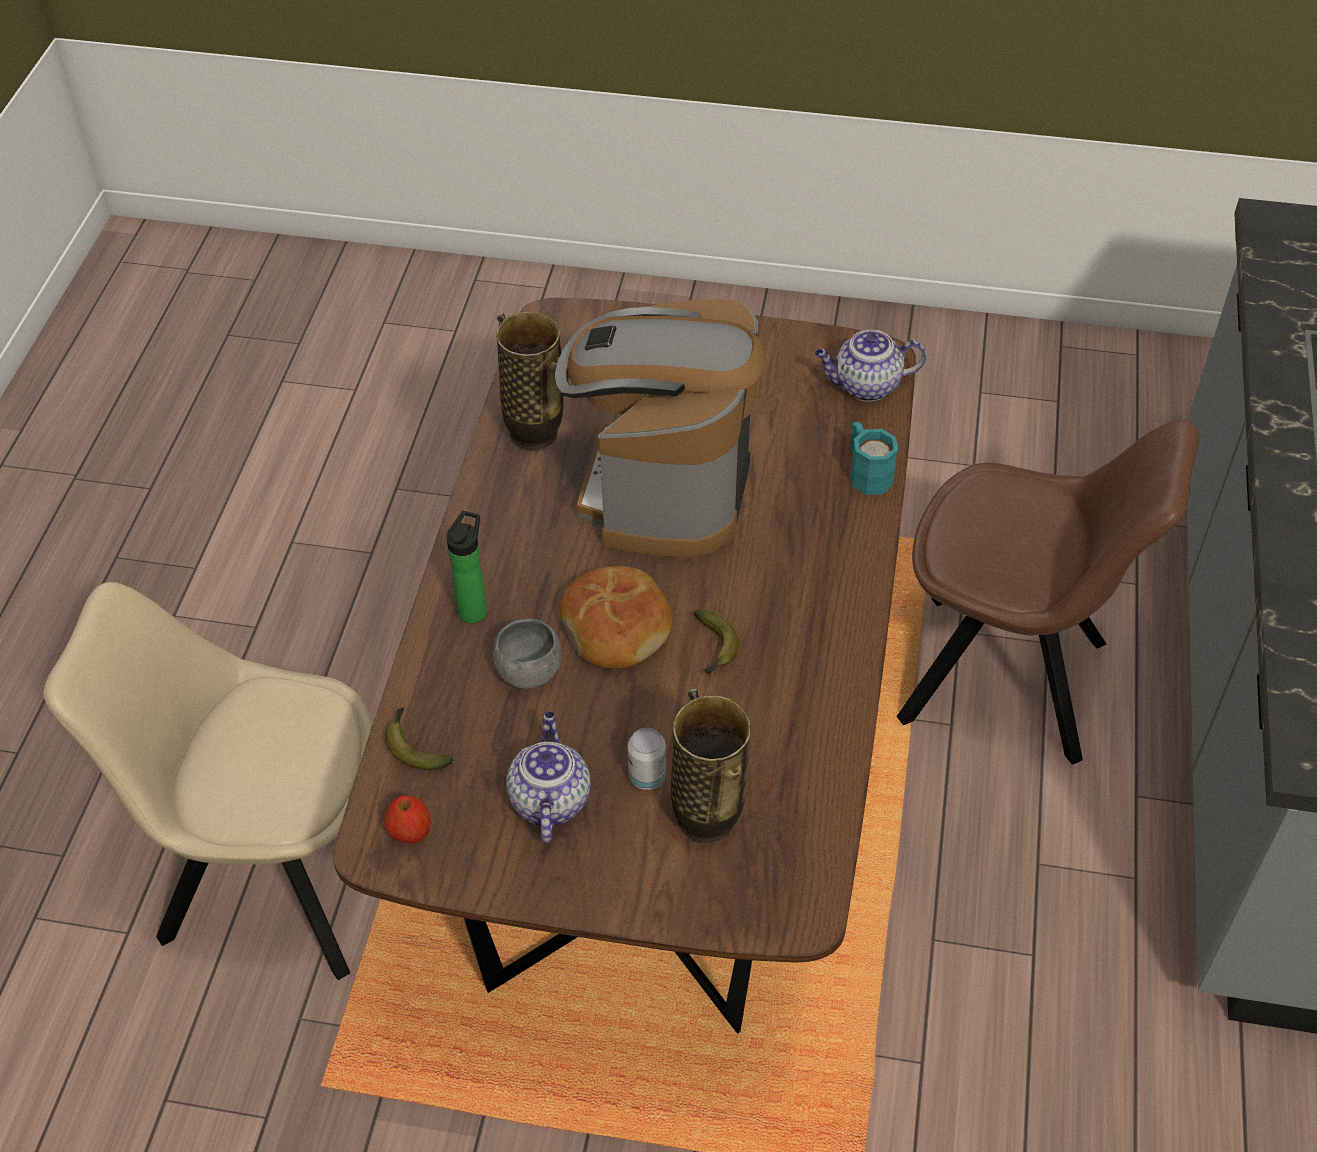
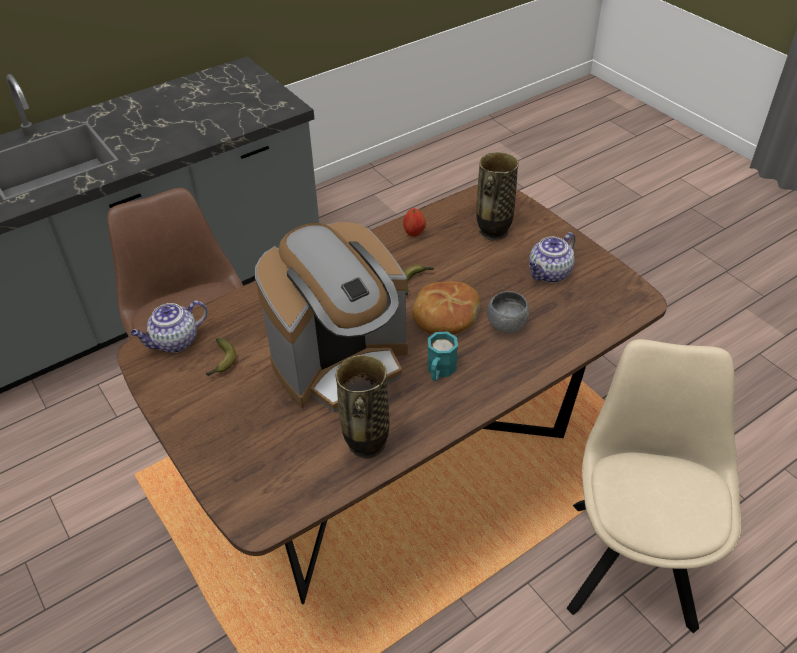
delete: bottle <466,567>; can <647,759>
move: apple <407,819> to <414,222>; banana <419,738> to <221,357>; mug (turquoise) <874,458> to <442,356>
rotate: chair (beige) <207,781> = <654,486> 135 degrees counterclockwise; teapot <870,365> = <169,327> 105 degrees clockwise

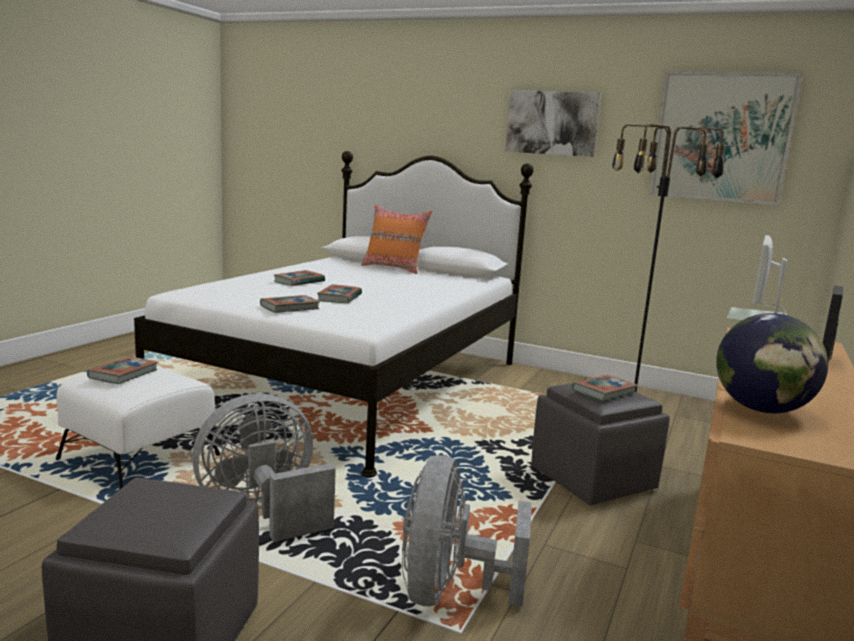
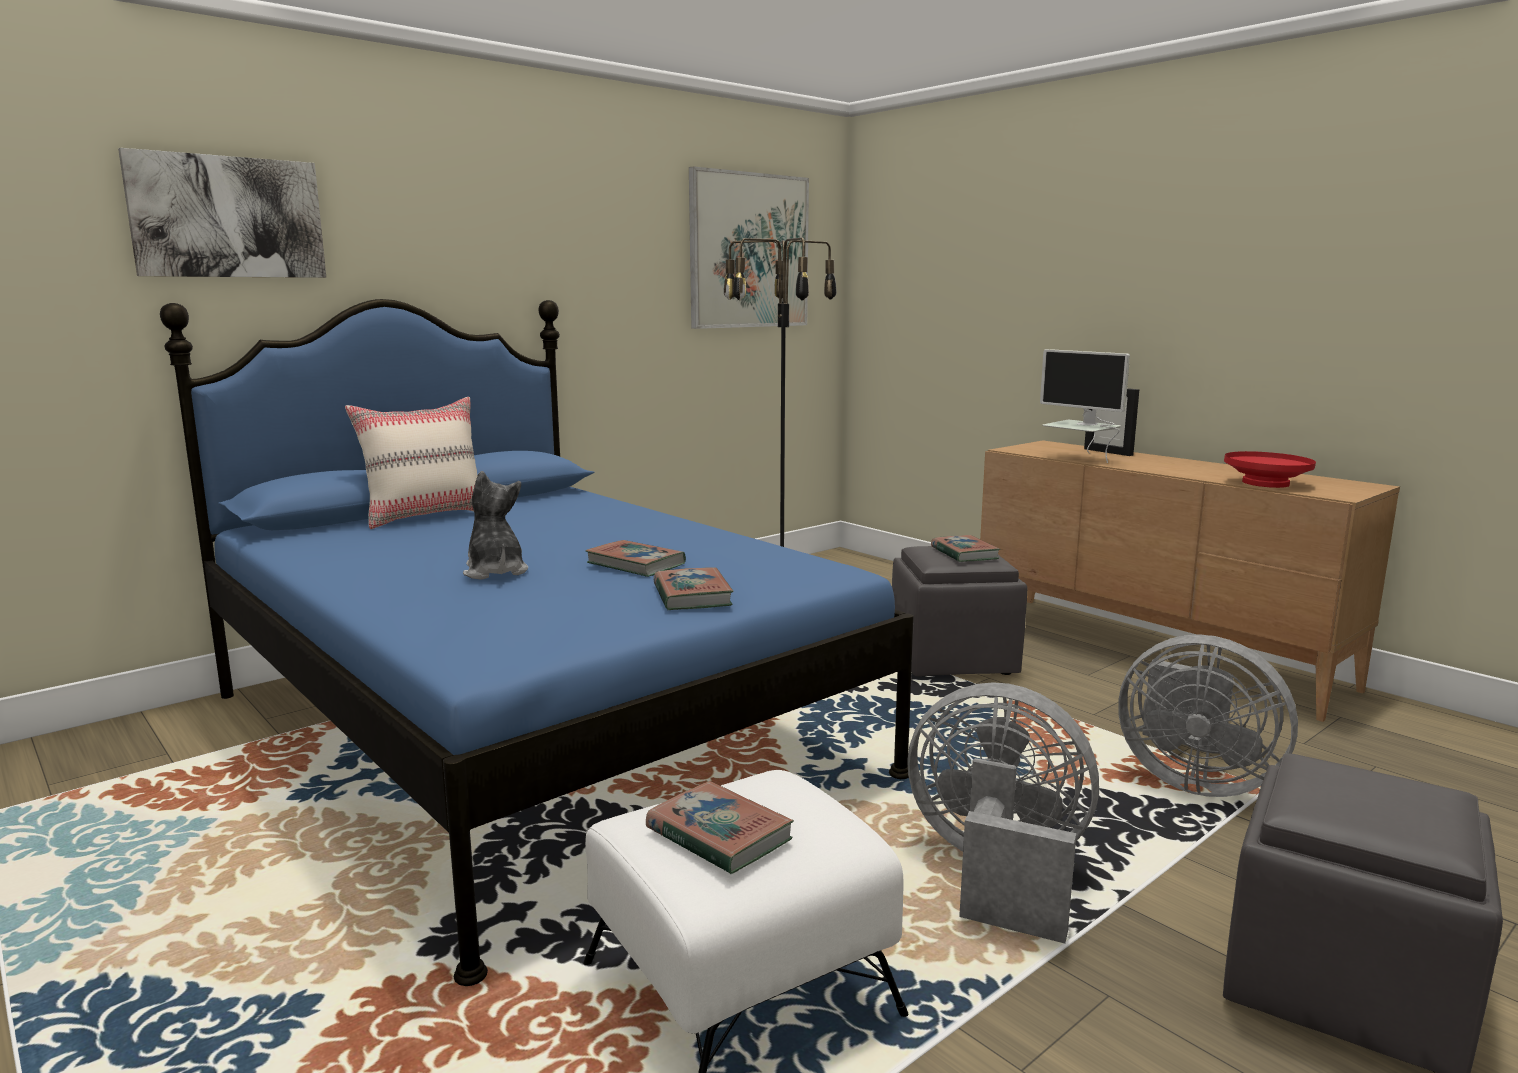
move: picture <553,124> to <222,213>
replace: book <299,278> to plush toy <495,525>; globe <772,363> to bowl (red) <1270,469>
recolor: bed (white) <334,314> to bed (blue) <537,642>; pillow (orange) <396,239> to pillow (beige) <411,463>
rotate: fan (grey) <264,467> = <1003,812> 120 degrees clockwise

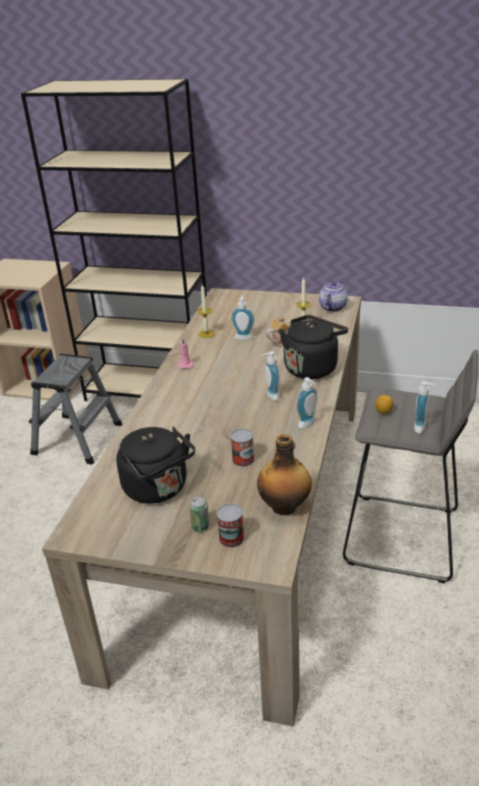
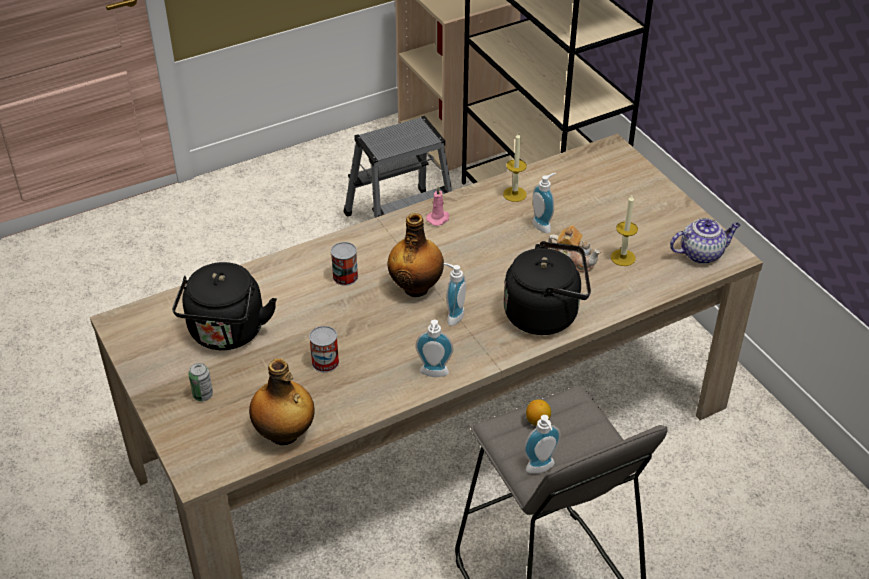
insert: bottle <415,255>
move: can <230,525> to <344,264>

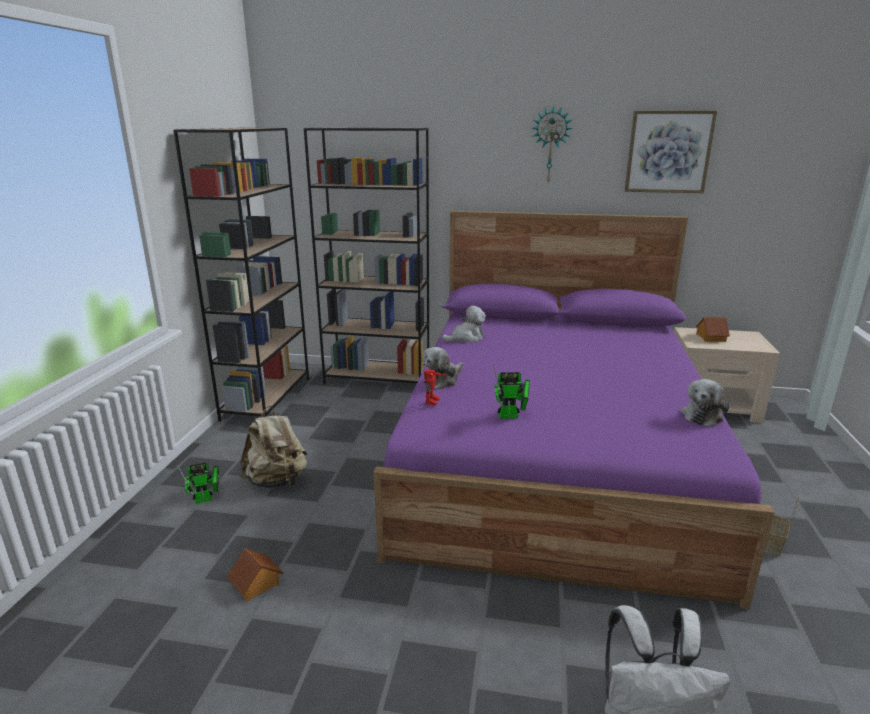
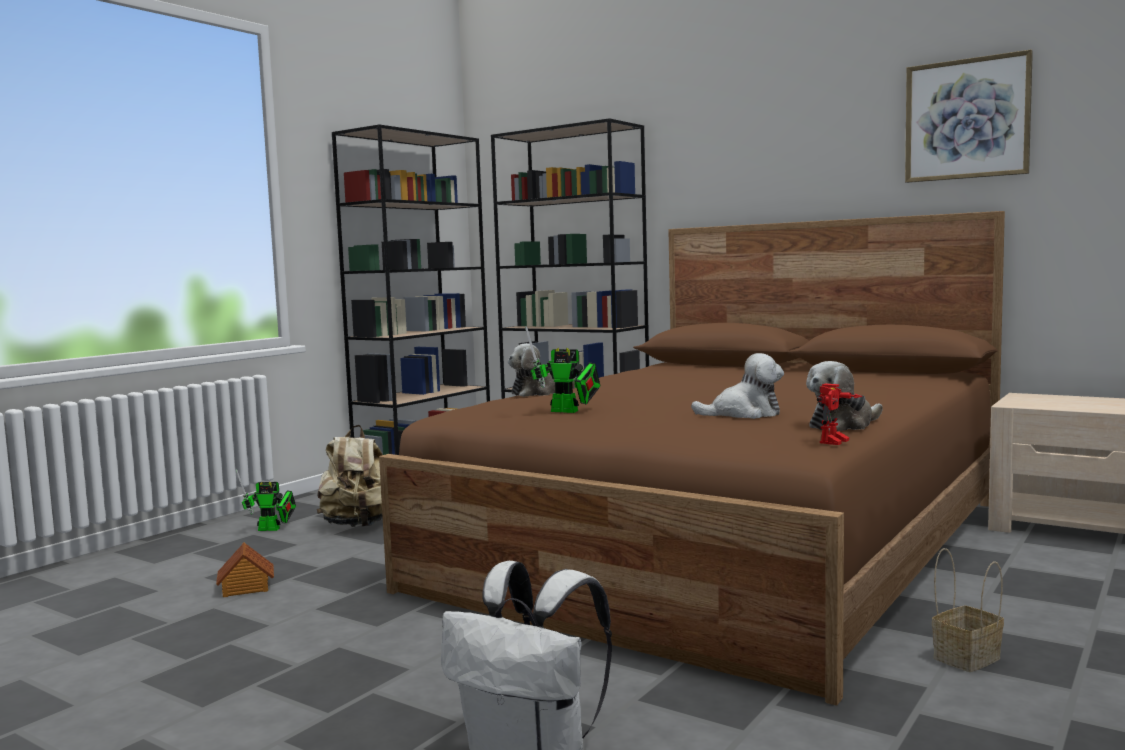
delete: wall clock <552,144>; toy house <713,329>
move: toy robot <435,388> to <840,414>; plush toy <464,324> to <737,386>
recolor: bed (purple) <574,410> to bed (brown) <692,458>

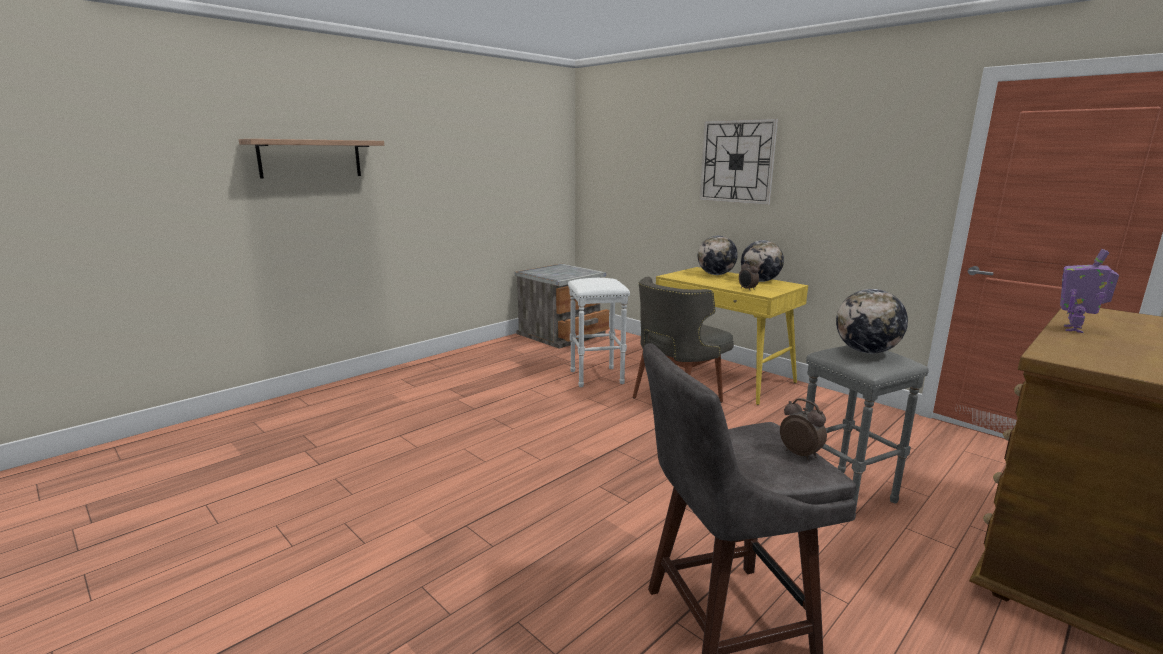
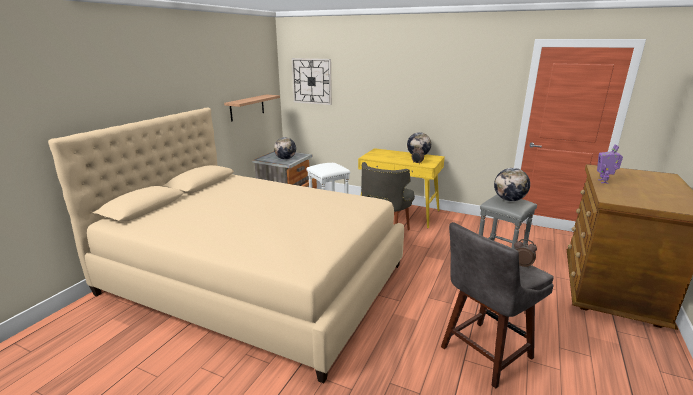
insert: bed (beige) <226,245>
move: shelf <311,159> to <252,108>; globe <718,255> to <285,148>; wall clock <738,162> to <311,81>

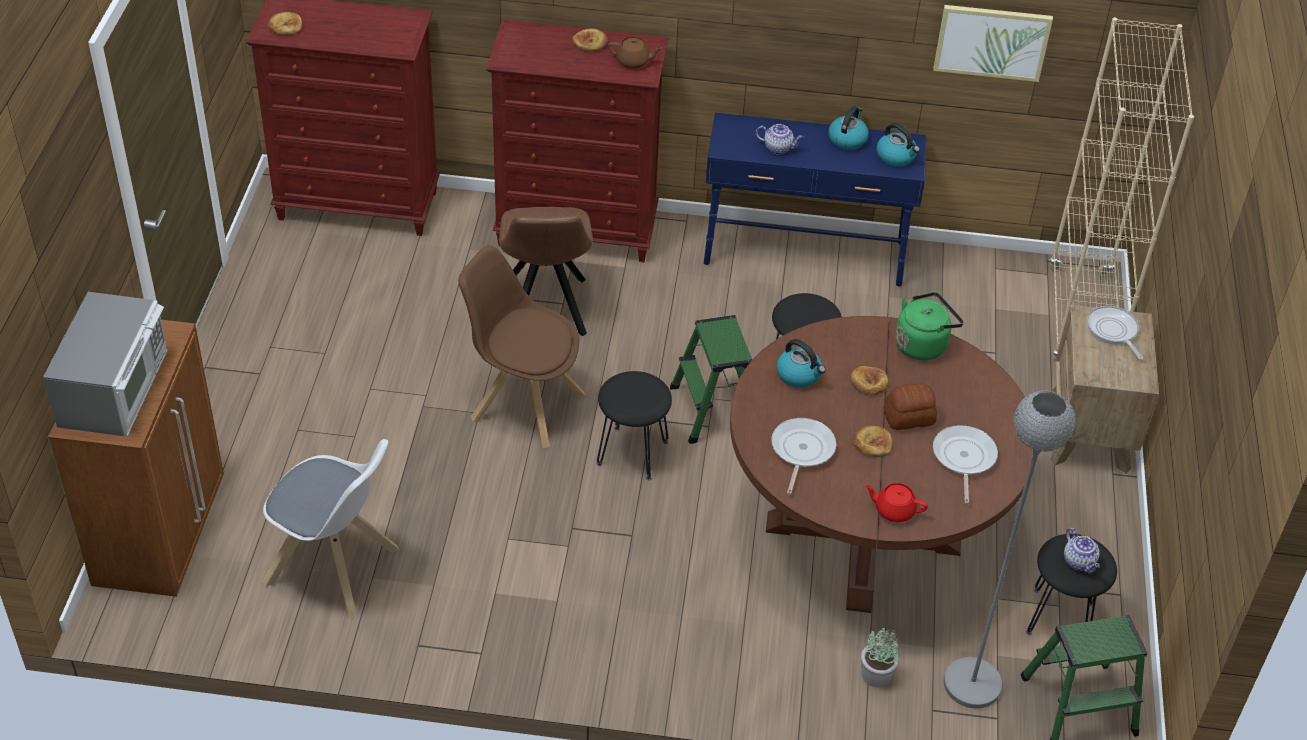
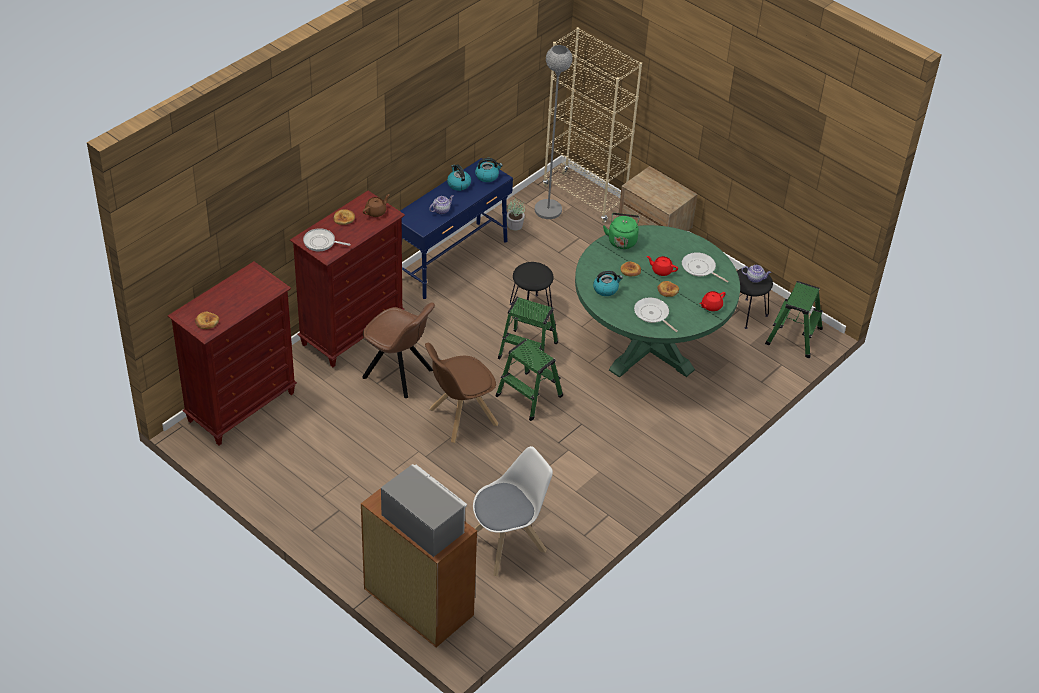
delete: picture <993,43>
move: potted plant <880,657> to <516,215>; floor lamp (grey) <1010,549> to <553,132>; frying pan <1115,333> to <327,239>
replace: stool (black) <634,425> to step ladder (green) <529,380>; bread <910,406> to teapot (red) <662,266>
recolor: dining table (brown) <881,464> to dining table (green) <657,301>

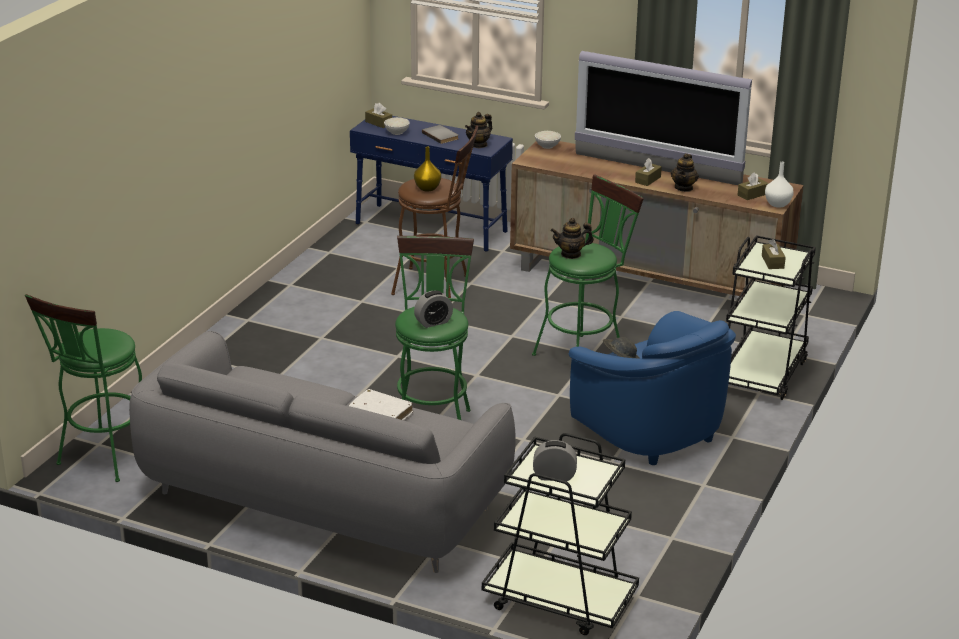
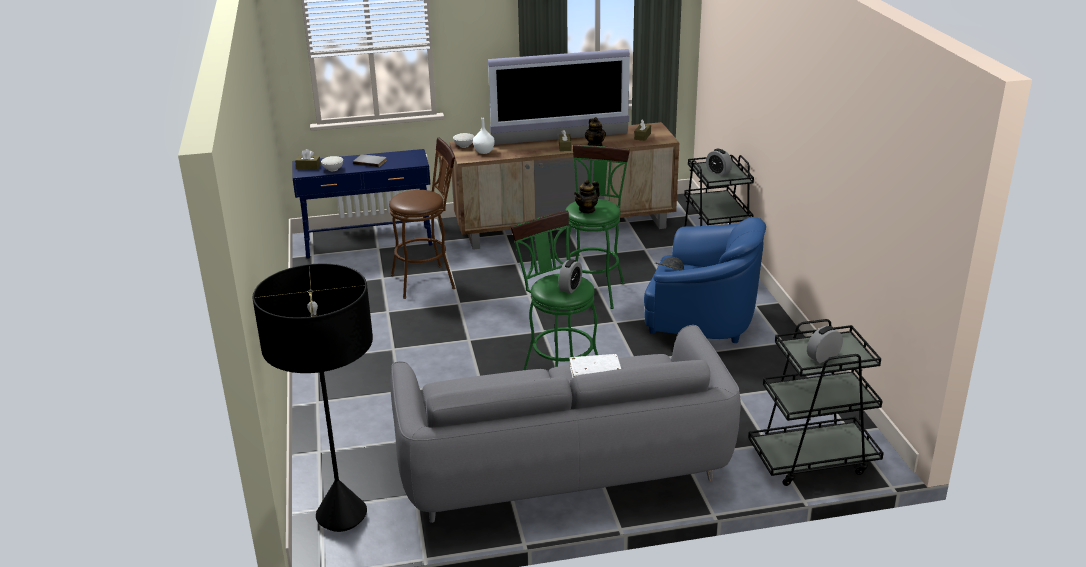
delete: vase (yellow) <427,169>; teapot <478,130>
move: vase (white) <779,185> to <484,136>
replace: stool (green) <83,388> to floor lamp (black) <313,398>; tissue box (brown) <774,254> to alarm clock <719,162>

